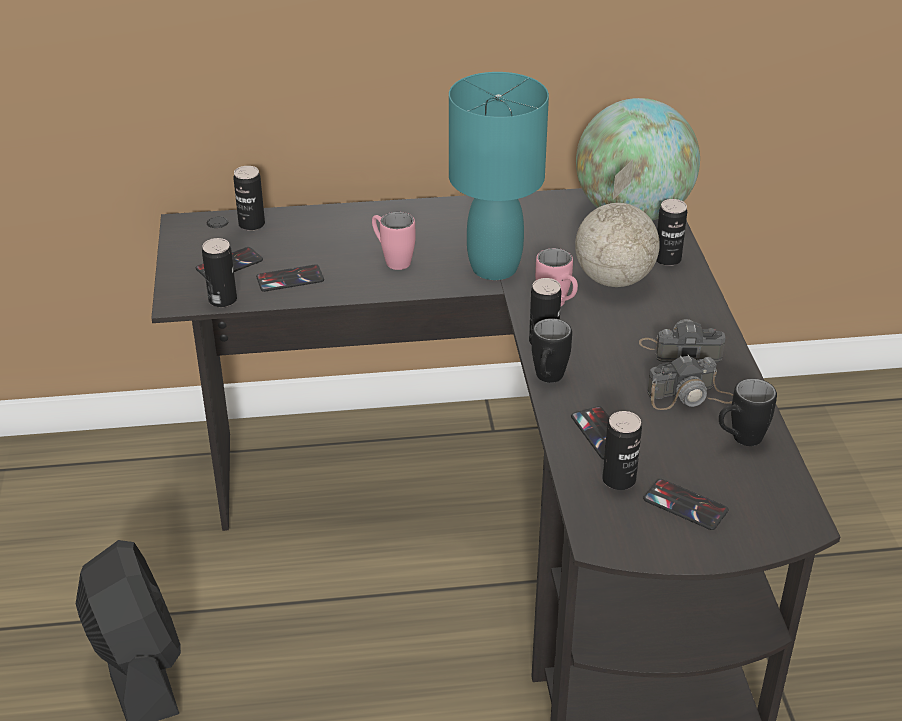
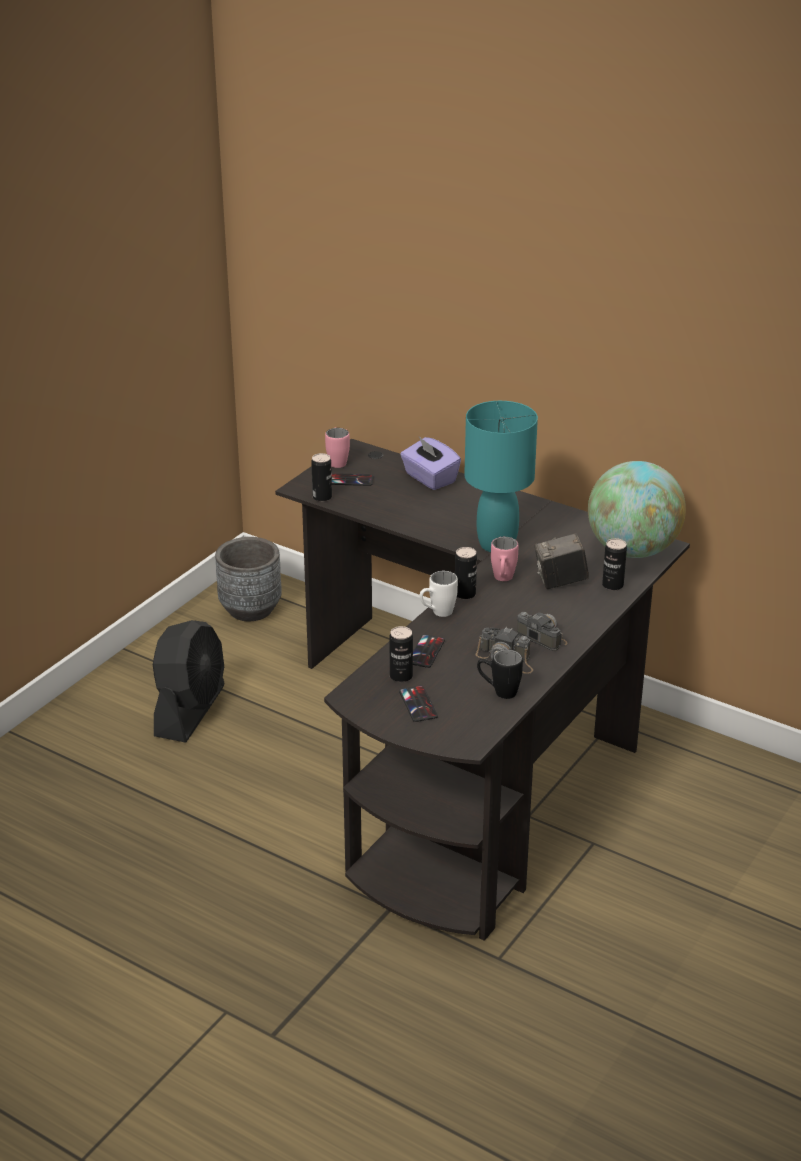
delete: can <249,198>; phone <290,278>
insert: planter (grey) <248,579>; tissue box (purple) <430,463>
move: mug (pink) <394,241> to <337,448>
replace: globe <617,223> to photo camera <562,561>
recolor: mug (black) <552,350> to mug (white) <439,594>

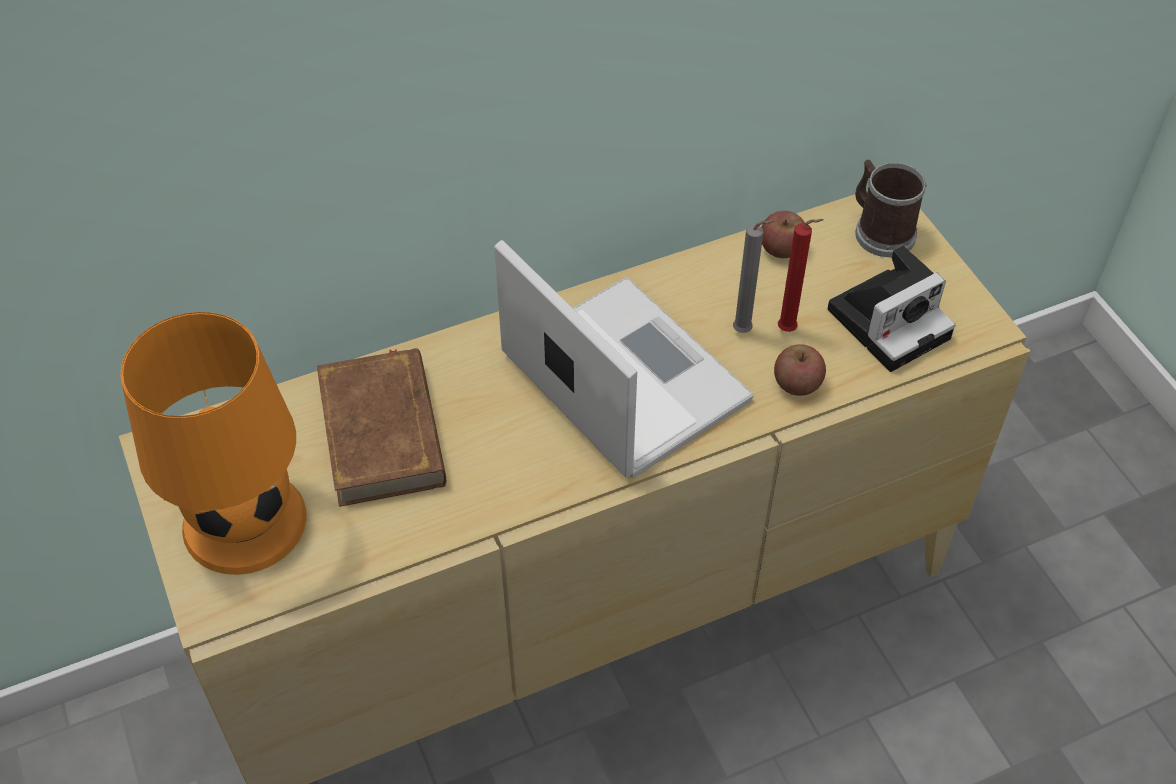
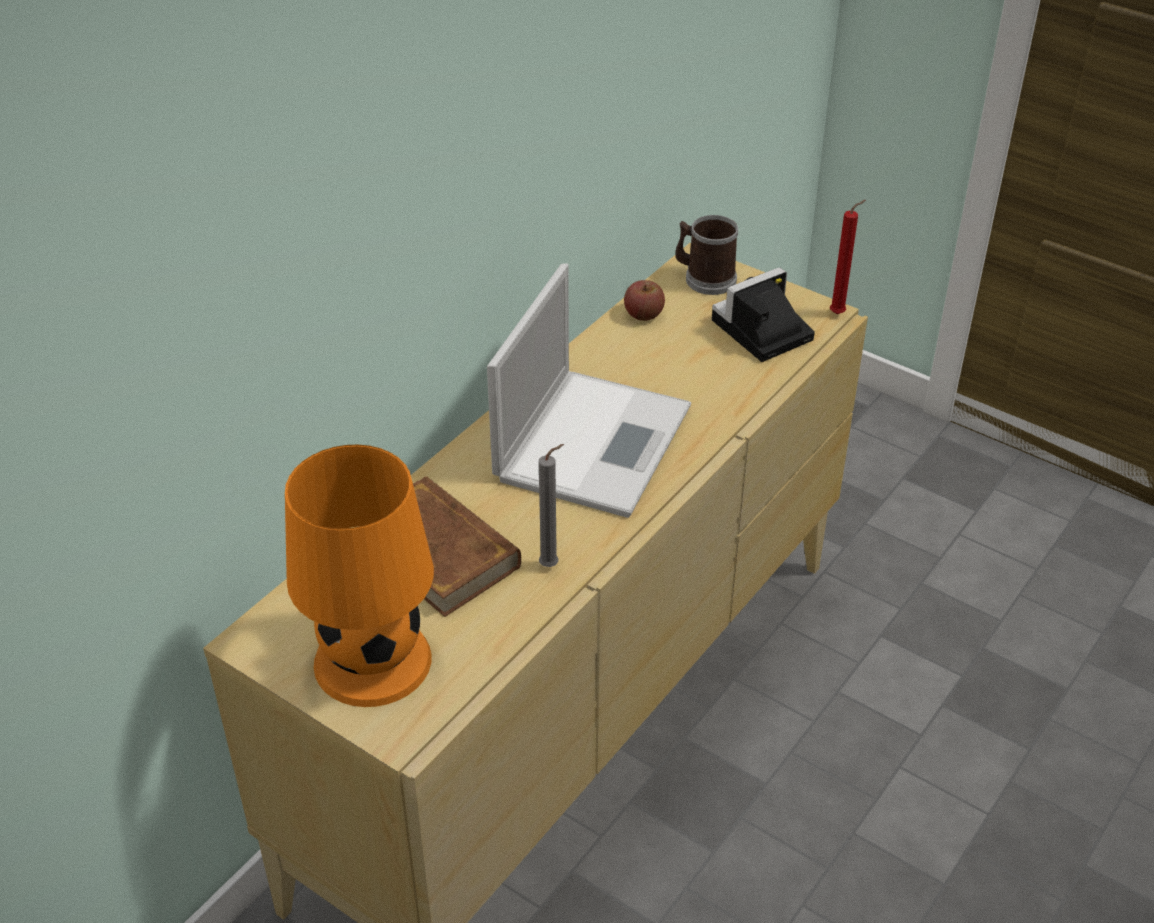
delete: apple <800,370>
move: candle (grey) <753,276> to <551,505>; candle (red) <801,275> to <848,257>
rotate: laptop <624,359> = <589,390> 90 degrees clockwise; photo camera <891,309> = <763,314> 150 degrees counterclockwise

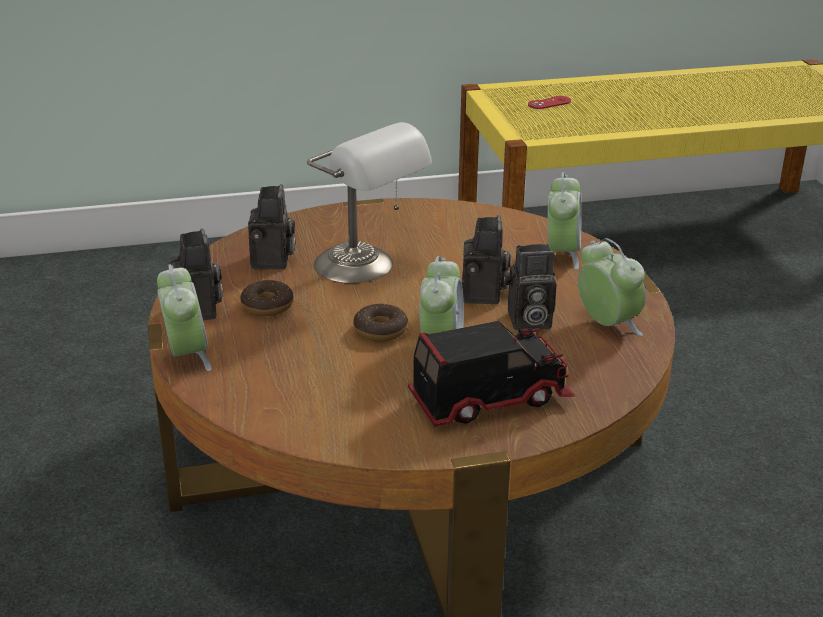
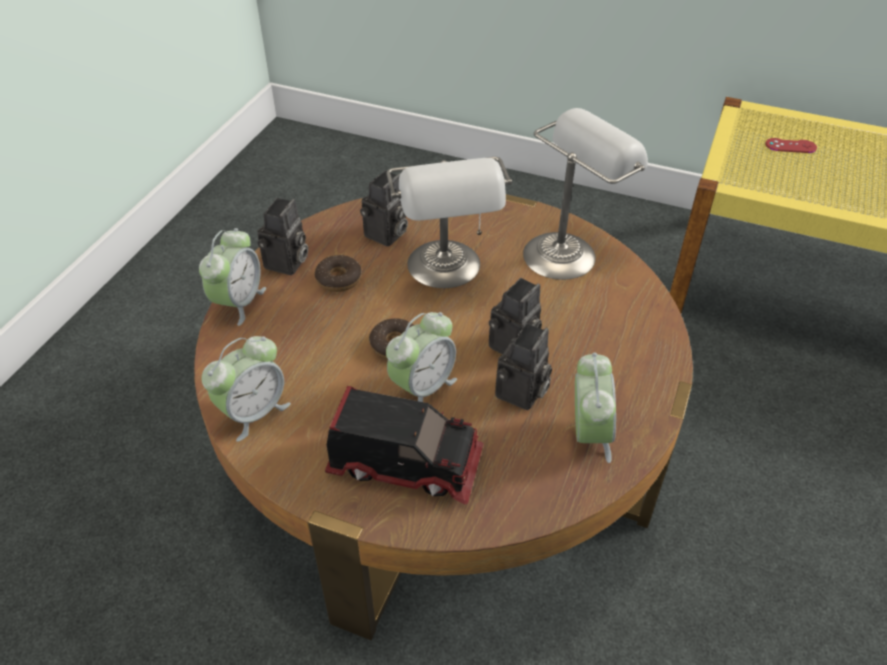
insert: table lamp (white) <585,194>
move: alarm clock <564,221> to <246,389>
rotate: photo camera <530,287> = <523,366> 90 degrees counterclockwise

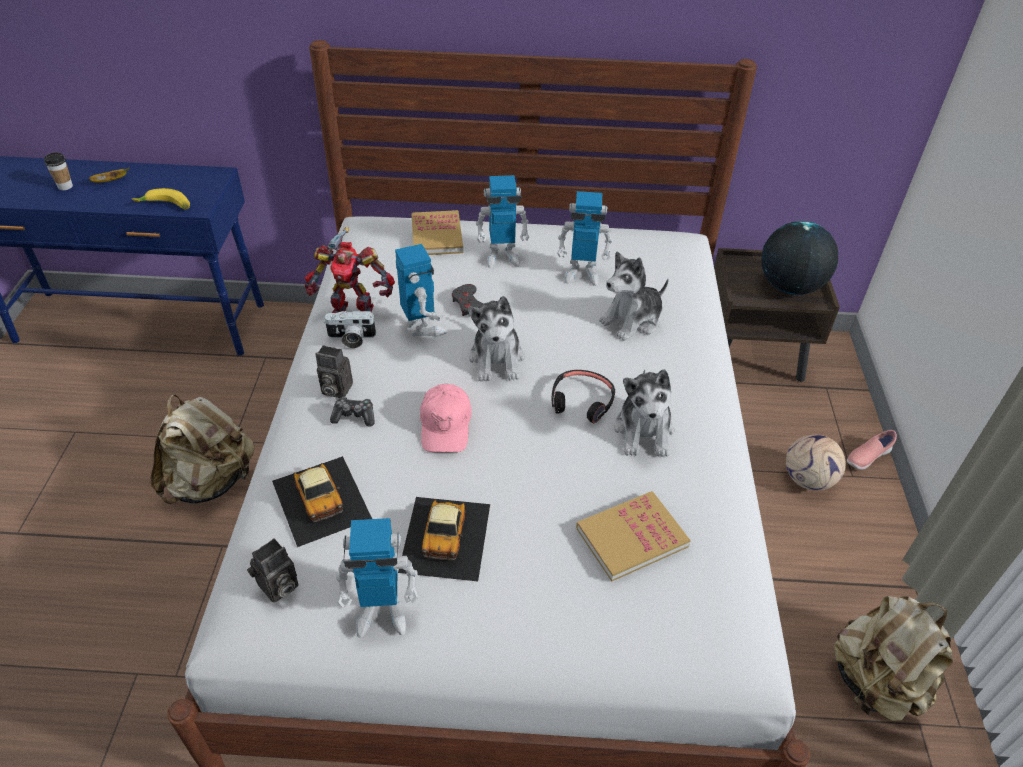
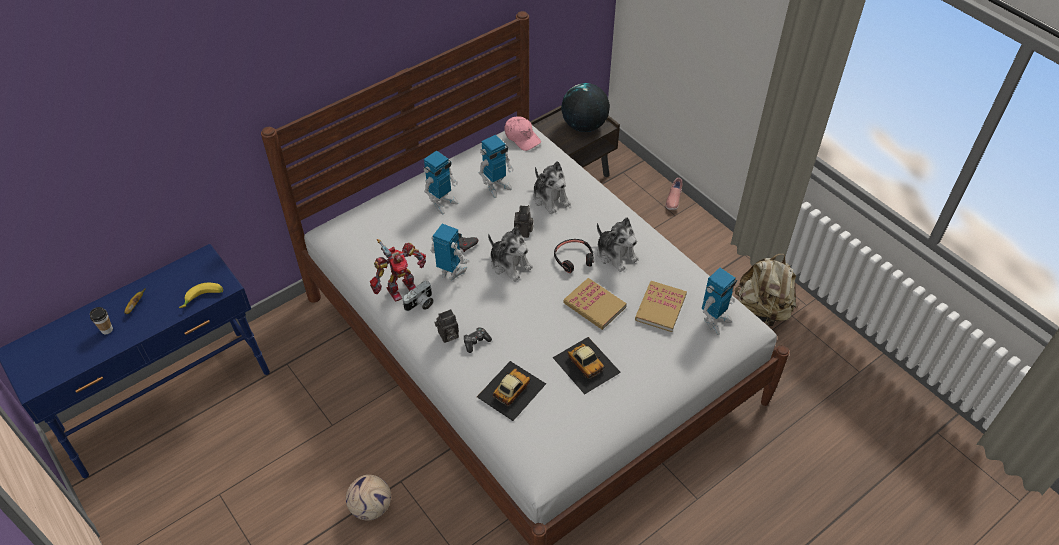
delete: backpack (beige) <203,449>
move: photo camera <273,570> to <524,221>; toy robot <377,578> to <719,301>; book <437,232> to <595,304>; cap (pink) <446,418> to <522,133>; football <816,462> to <368,498>
rotate: toy car <322,501> = <511,391> 75 degrees counterclockwise; plush toy <634,296> = <552,187> 45 degrees counterclockwise

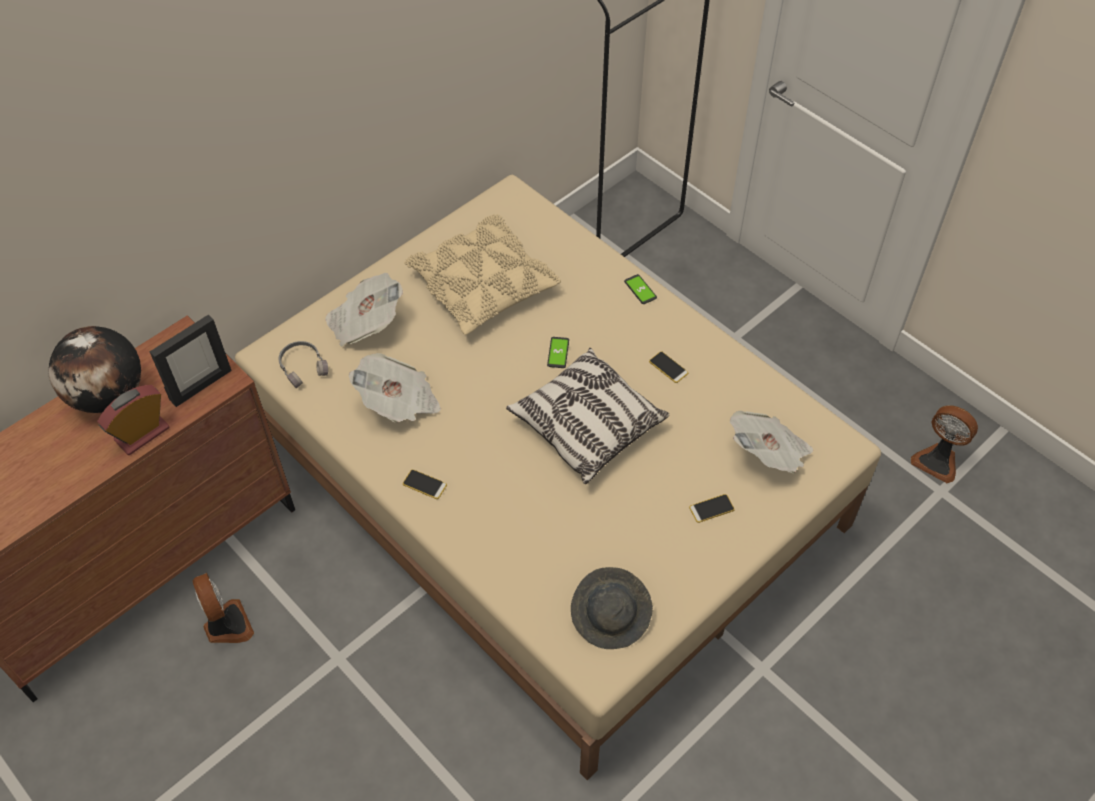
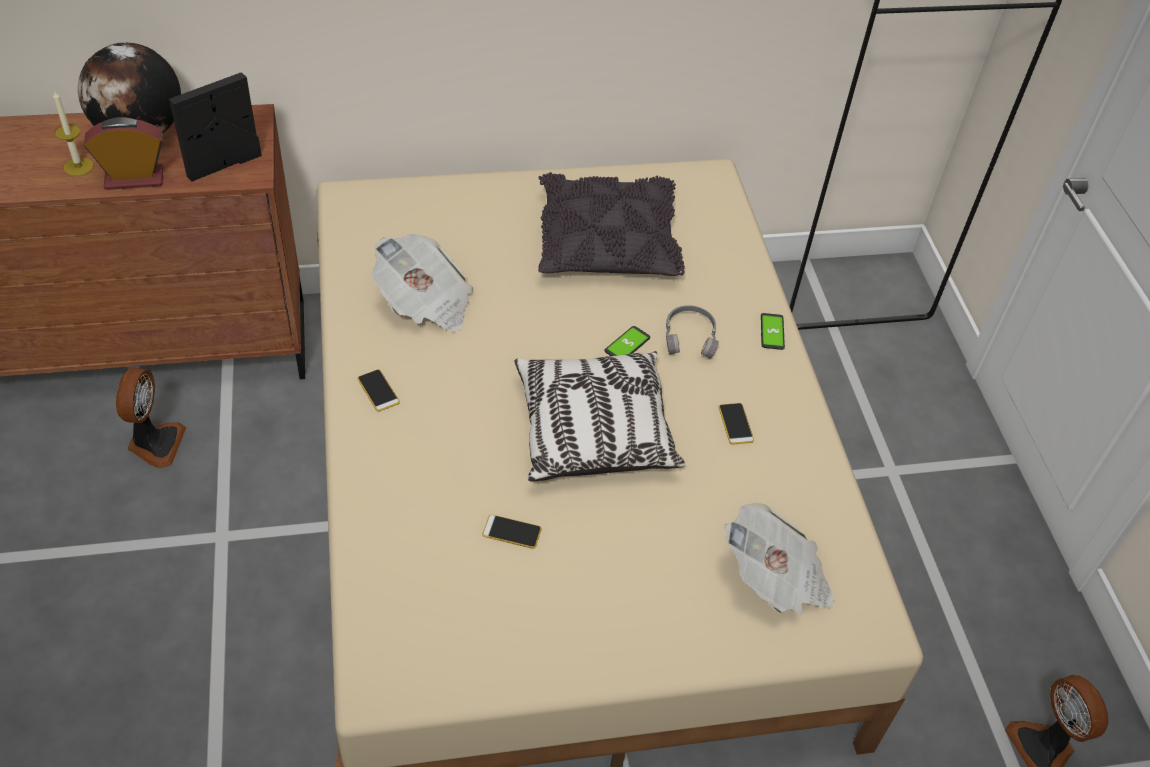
delete: newspaper <364,310>; hat (grey) <612,608>
insert: candle <73,133>
move: headphones (grey) <303,364> to <692,332>; phone <712,508> to <512,531>
recolor: pillow (beige) <482,274> to pillow (black) <611,224>
rotate: picture frame <191,361> = <215,127> 150 degrees clockwise

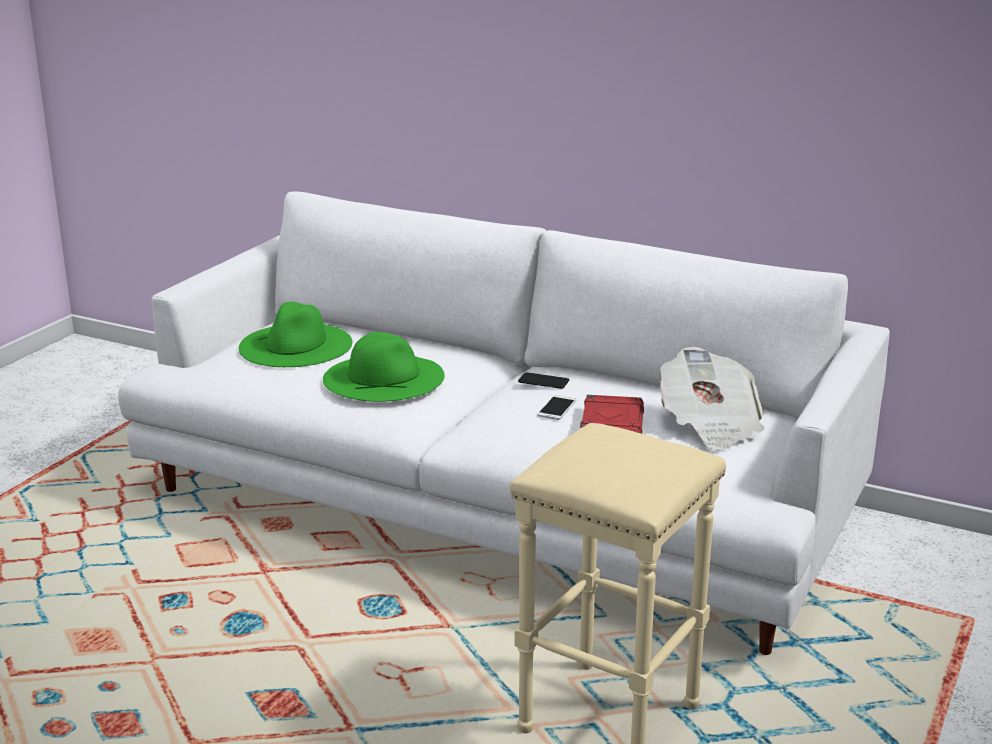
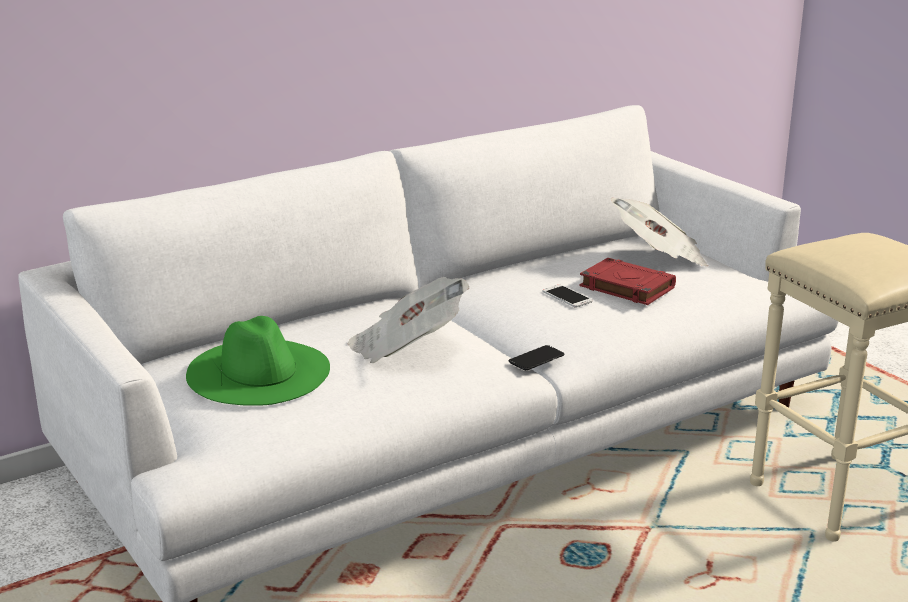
move: phone <543,380> to <536,357>
replace: hat (green) <384,367> to newspaper <408,320>

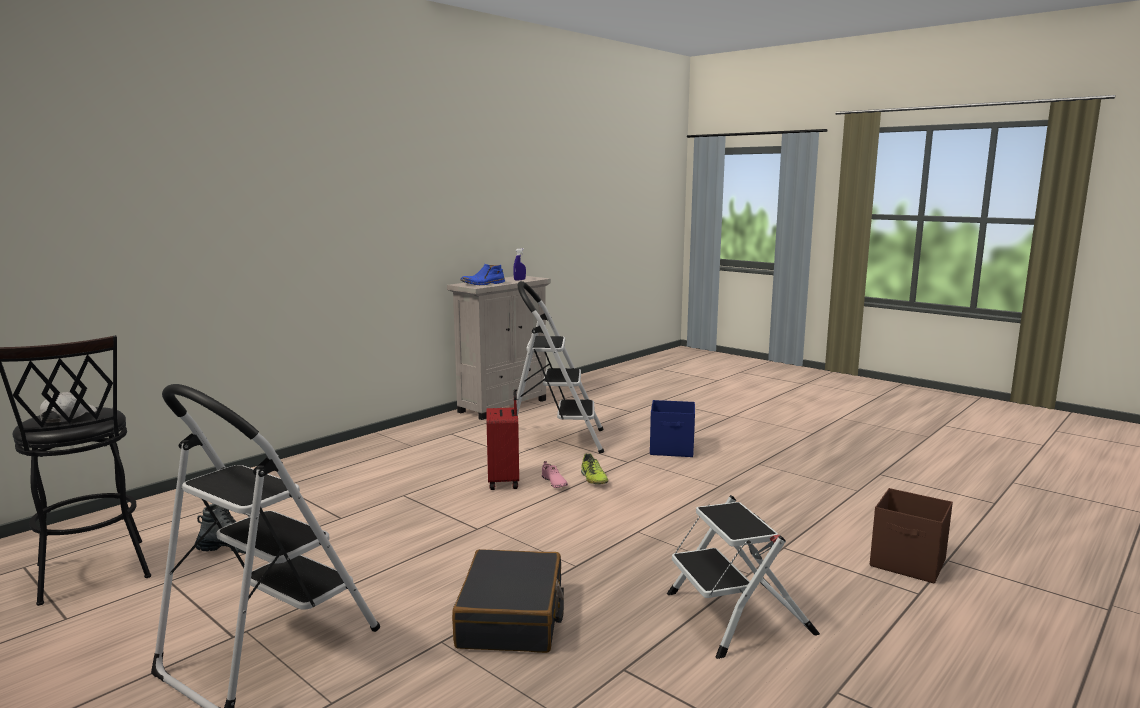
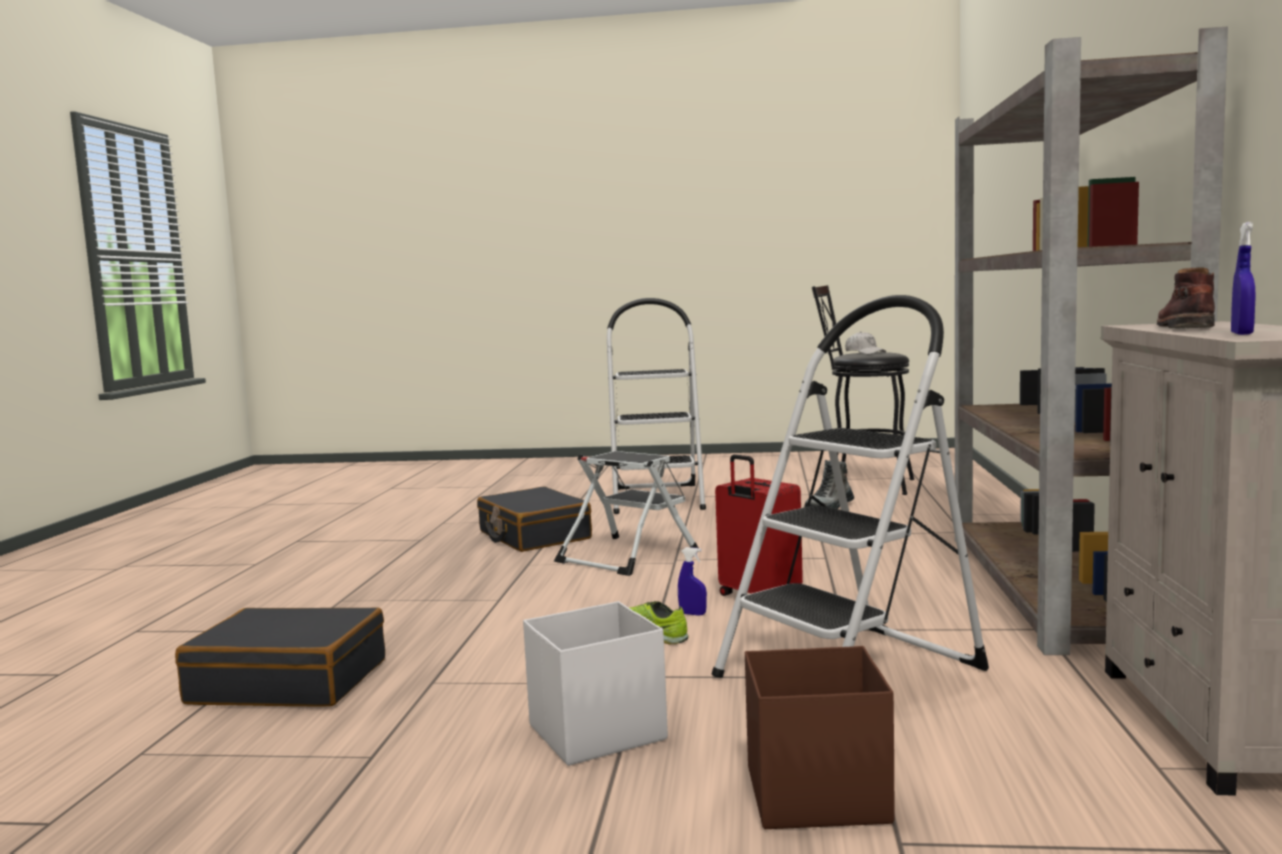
insert: suitcase (black) <280,656>; bookcase (brown) <1091,340>
move: step ladder <743,577> to <626,513>; storage box (brown) <911,535> to <819,737>
replace: shoe (pink) <555,474> to spray bottle (blue) <692,581>
recolor: boot (blue) <482,274> to boot (brown) <1186,297>; storage box (blue) <672,428> to storage box (white) <595,683>

